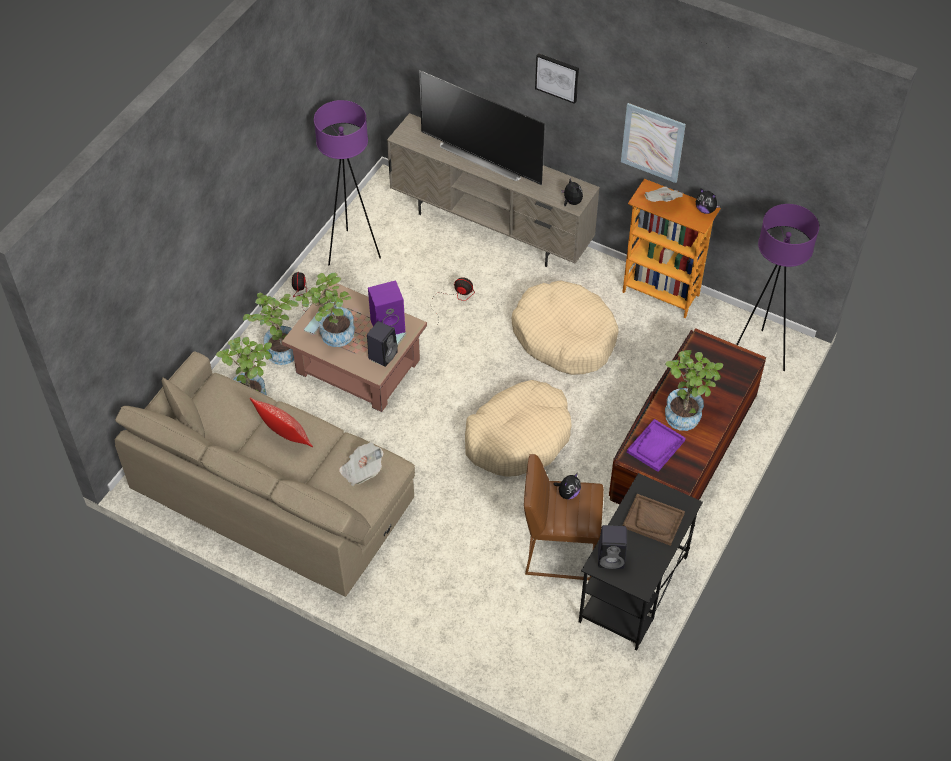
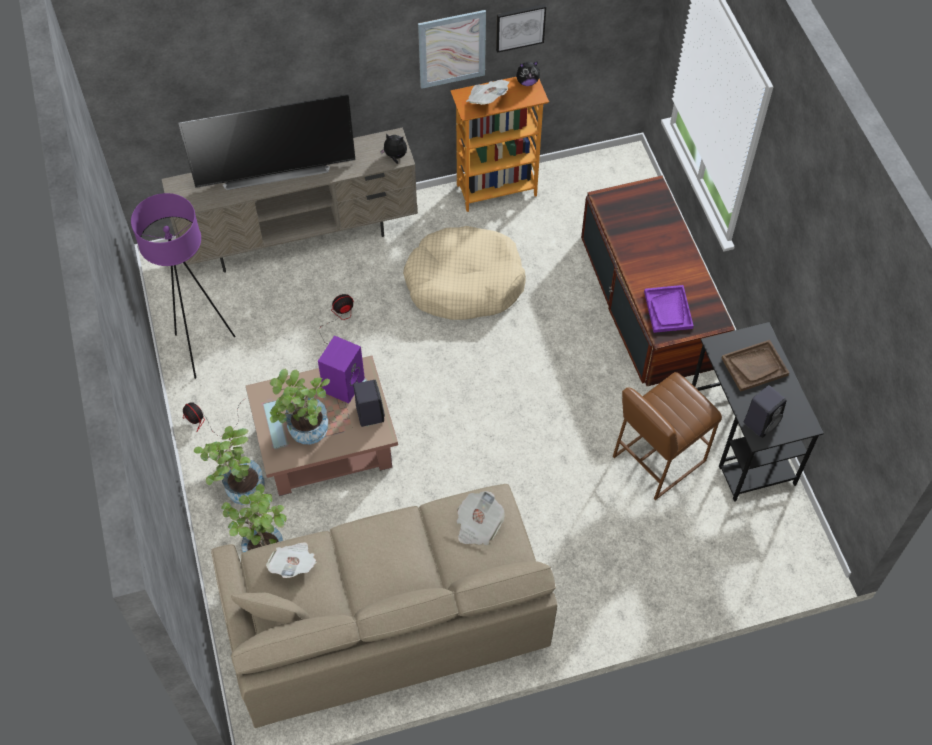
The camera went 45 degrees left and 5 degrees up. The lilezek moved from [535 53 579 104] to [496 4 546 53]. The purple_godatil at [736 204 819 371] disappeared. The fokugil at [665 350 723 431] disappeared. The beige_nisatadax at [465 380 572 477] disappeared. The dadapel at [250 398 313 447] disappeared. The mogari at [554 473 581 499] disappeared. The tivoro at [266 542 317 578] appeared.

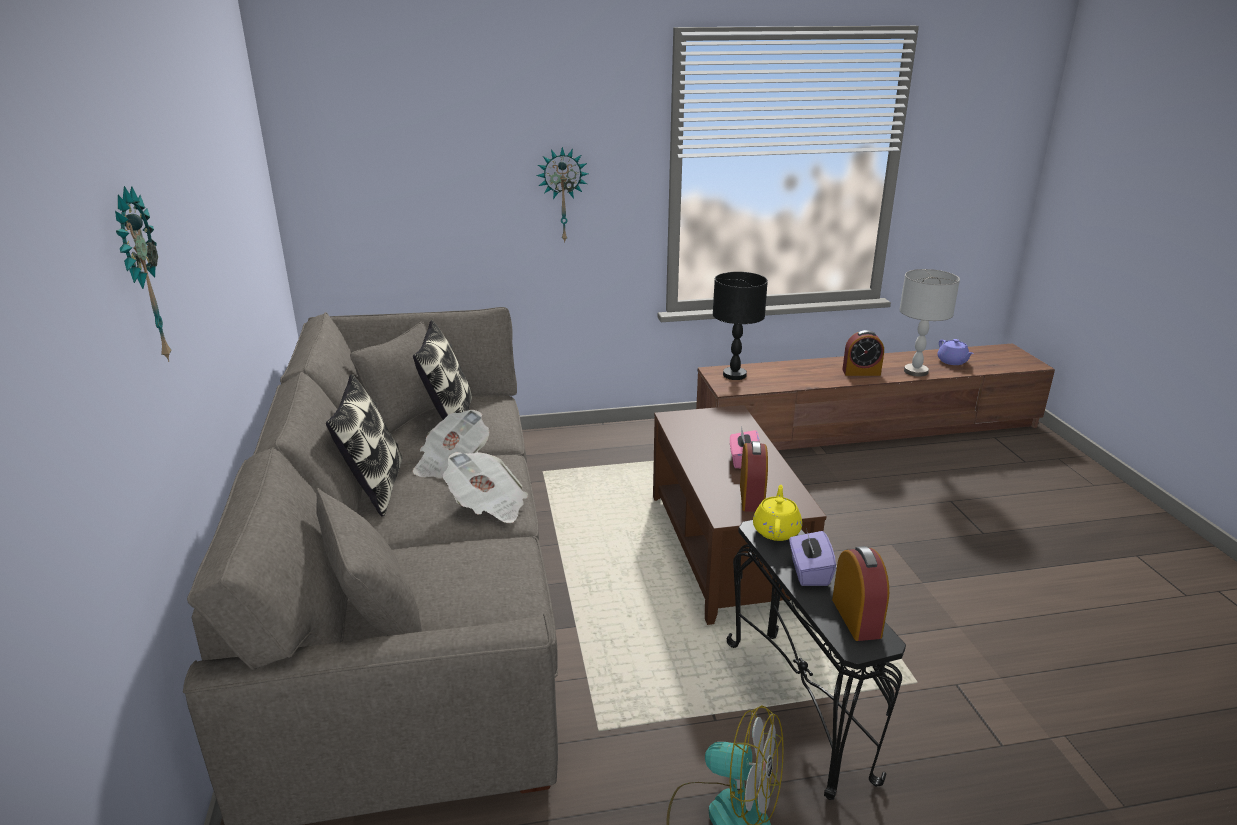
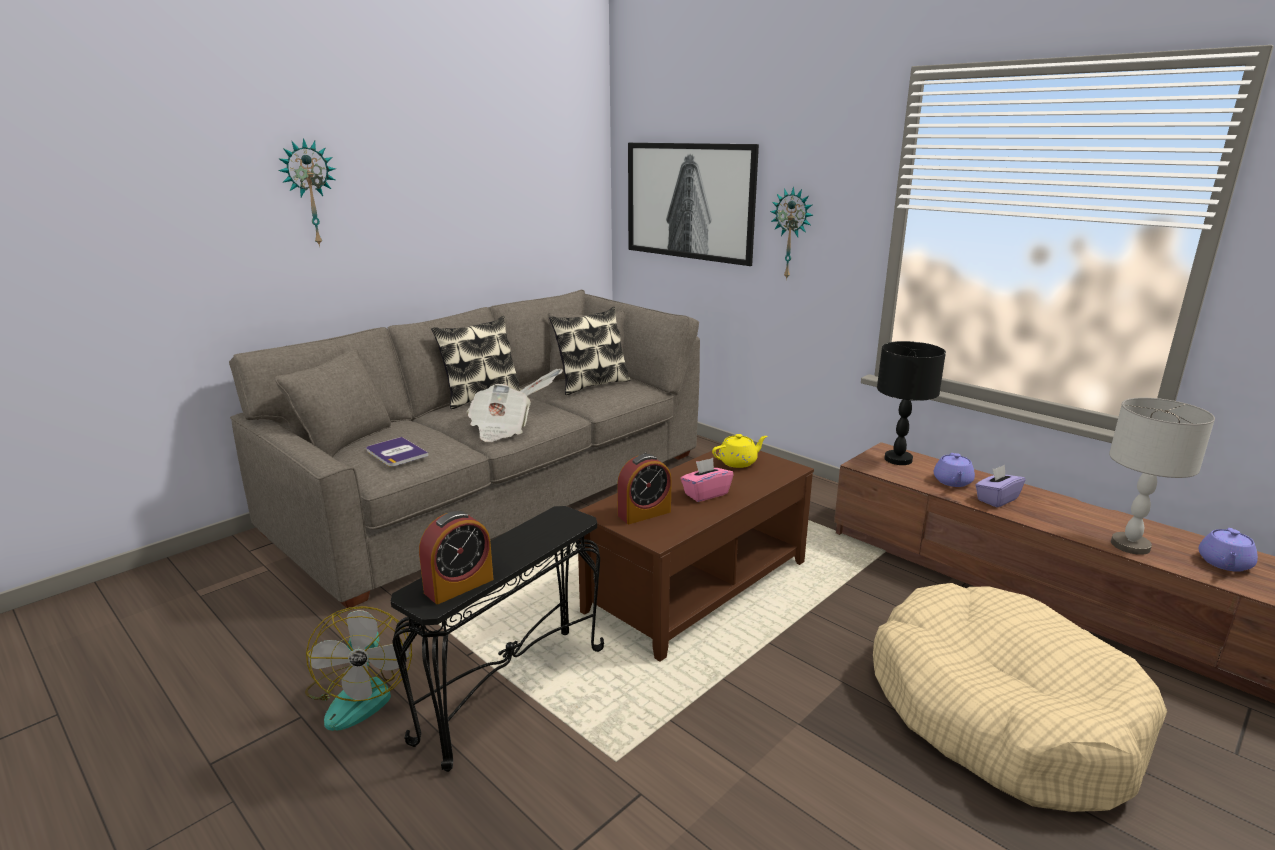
The camera went 55 degrees right and 5 degrees down. The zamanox at [842 330 884 376] disappeared. The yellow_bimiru moved from [753 485 802 541] to [712 434 767 468]. The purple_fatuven moved from [789 528 836 586] to [975 465 1025 507]. The lilezek at [628 143 759 266] appeared. The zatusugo at [366 437 429 467] appeared. The purple_bimiru at [934 453 975 487] appeared. The beige_nisatadax at [873 583 1167 812] appeared.

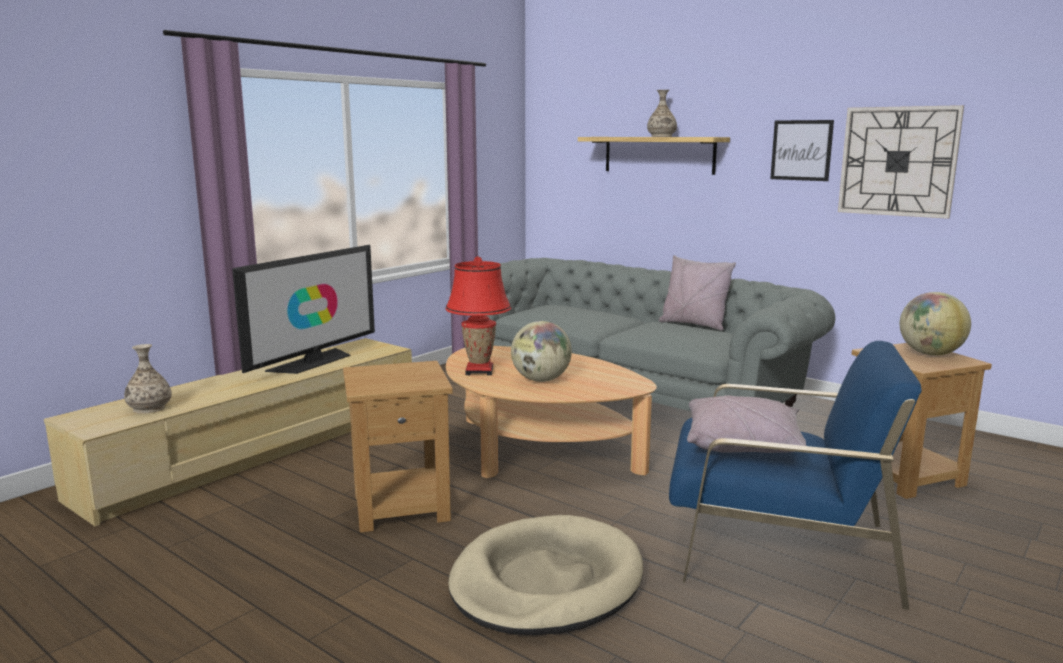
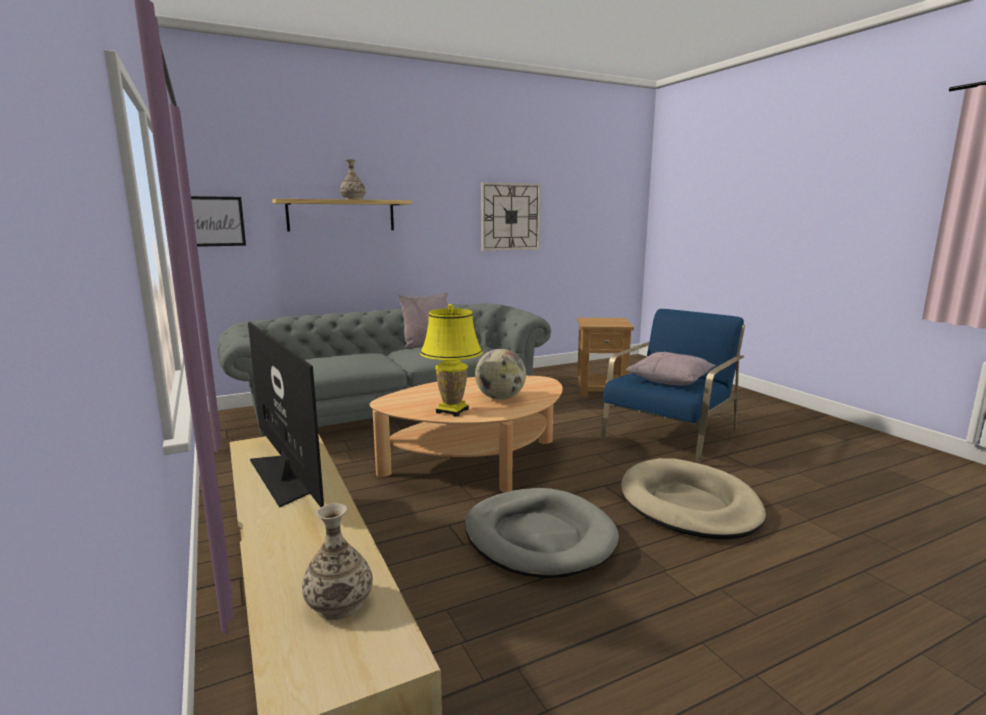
The camera went 65 degrees left and 0 degrees up. The lilezek moved from [770 120 834 181] to [191 196 246 247]. The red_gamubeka at [445 256 511 375] became the yellow_gamubeka at [420 304 482 417]. The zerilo at [900 292 971 356] disappeared. The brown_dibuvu at [343 361 453 533] was replaced by the grey_nisatadax at [465 488 619 578].

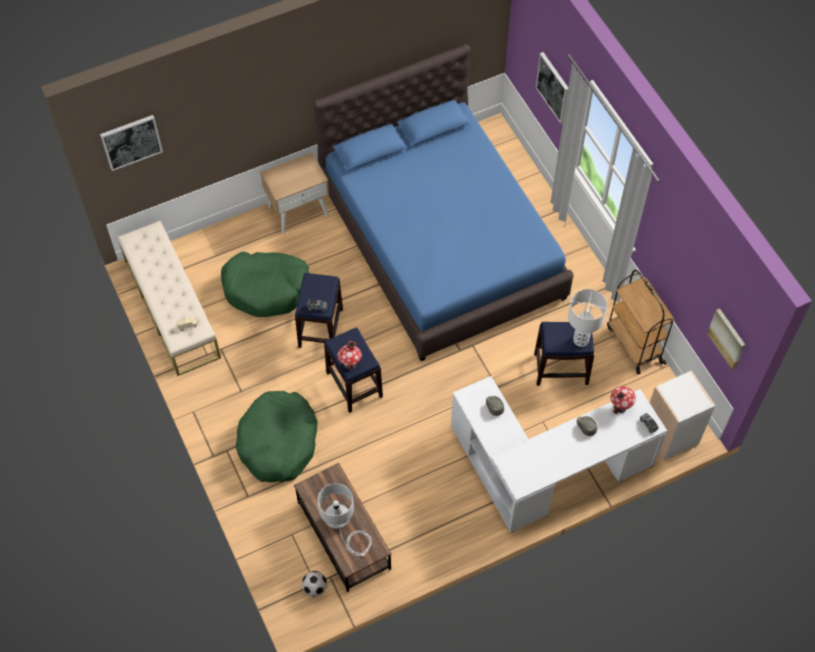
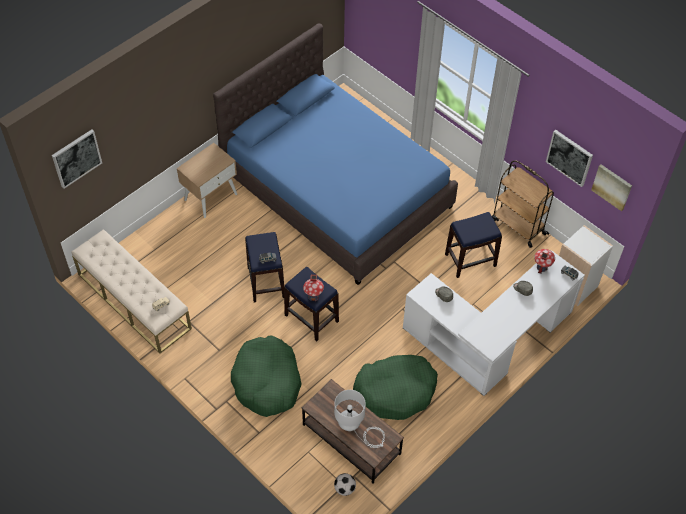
The camera went 20 degrees left and 5 degrees down. The lilezek moved from [536 52 568 124] to [546 130 593 187]. The green_nisatadax moved from [221 252 309 318] to [353 355 438 420]. The white_gamubeka at [568 289 607 347] disappeared.

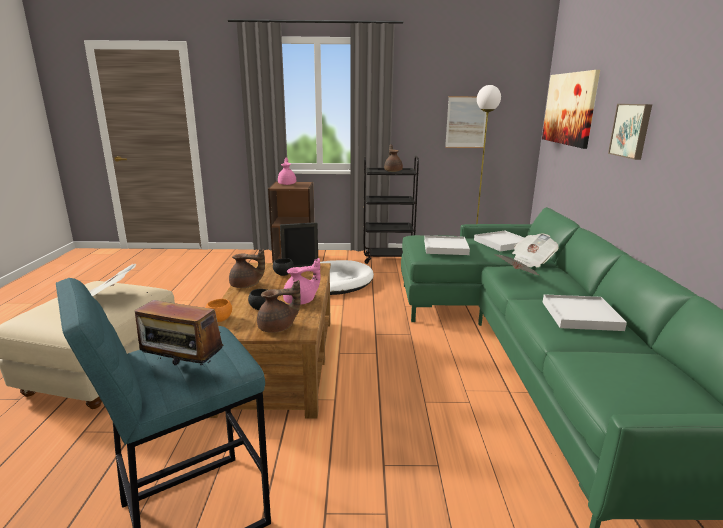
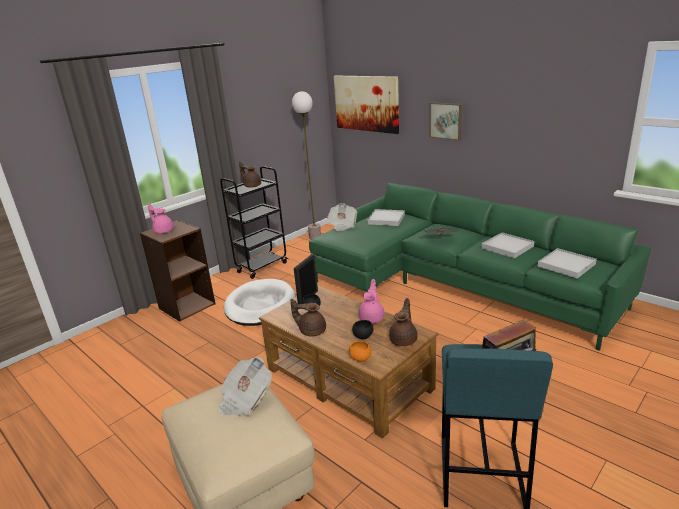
The camera went 45 degrees left and 5 degrees up. The lilezek at [445 96 487 148] disappeared. The tivoro moved from [512 234 558 267] to [327 203 357 232]. The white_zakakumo moved from [424 235 470 255] to [538 248 597 278]. The brown_bimiru at [229 249 265 288] turned 120 degrees counterclockwise.

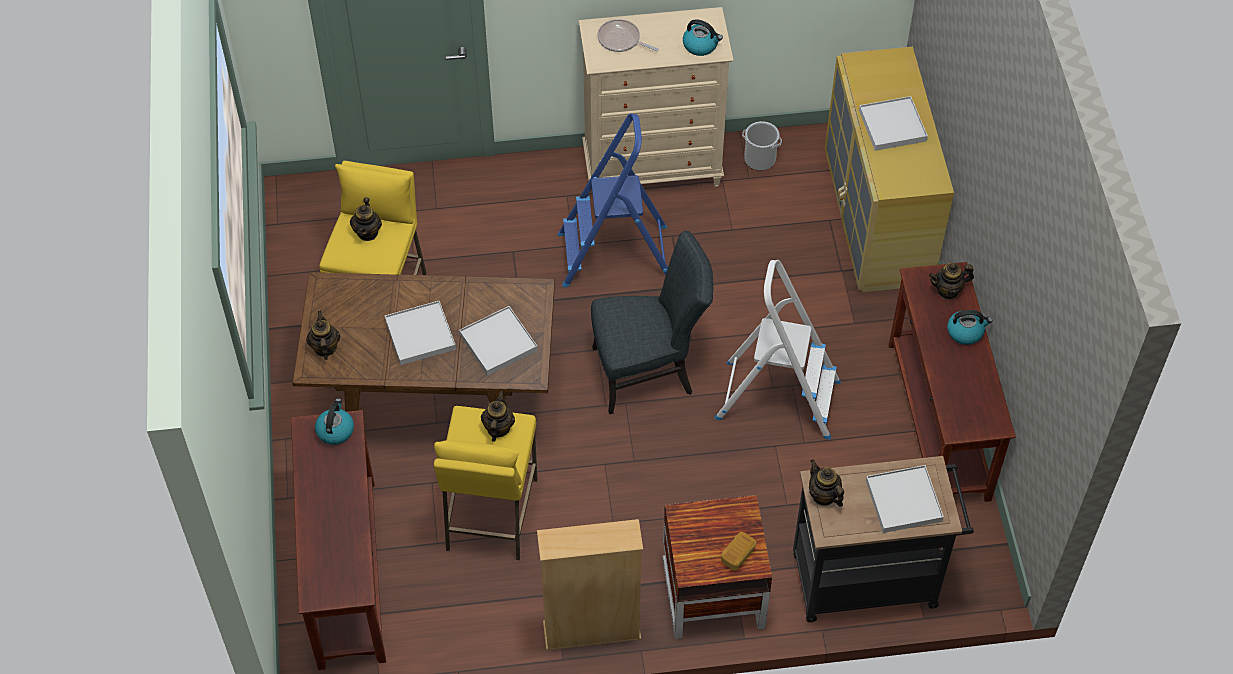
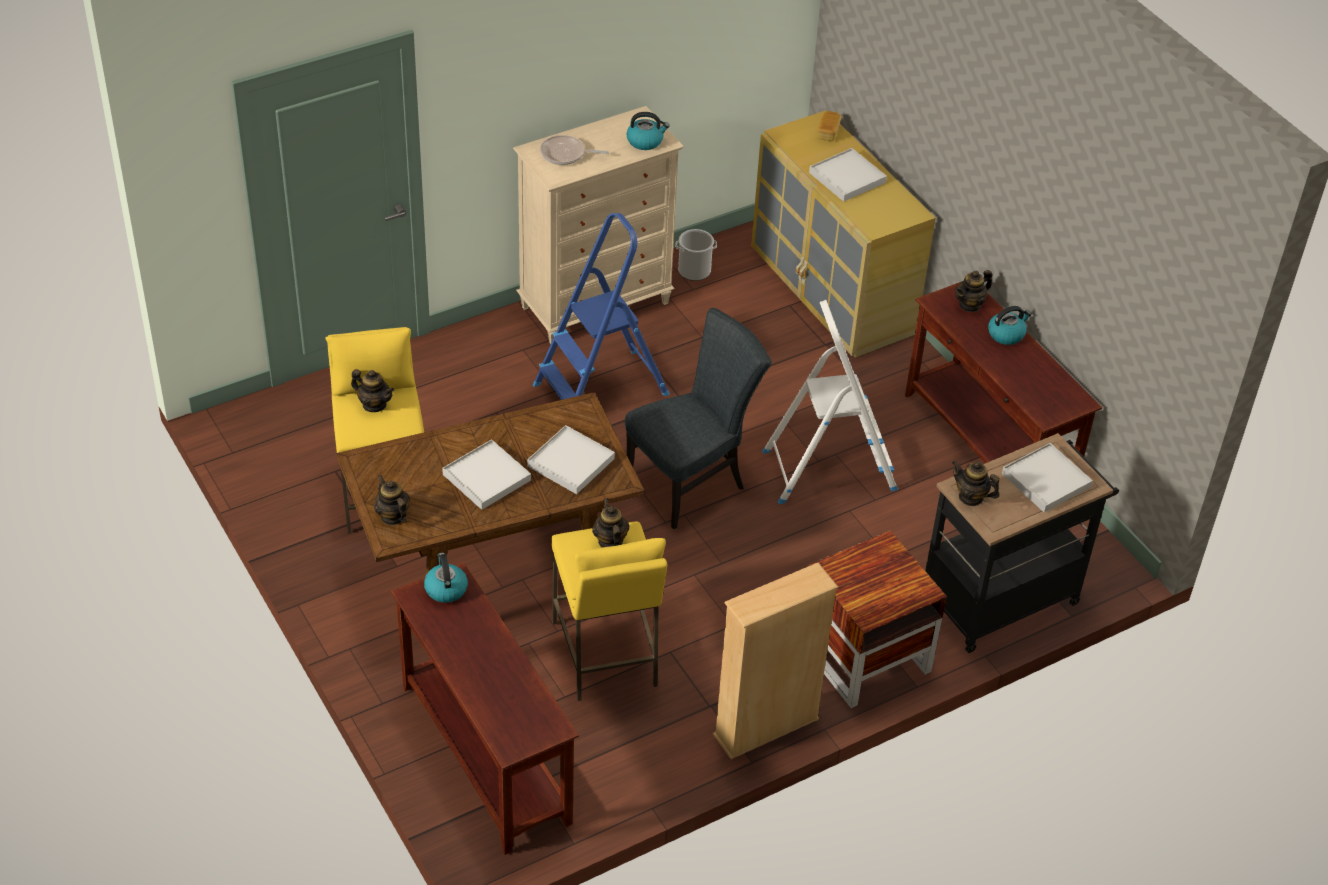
The camera went 25 degrees left and 10 degrees down. The bimiru at [350 197 382 241] turned 45 degrees counterclockwise. The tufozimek moved from [721 532 757 571] to [818 111 841 141].

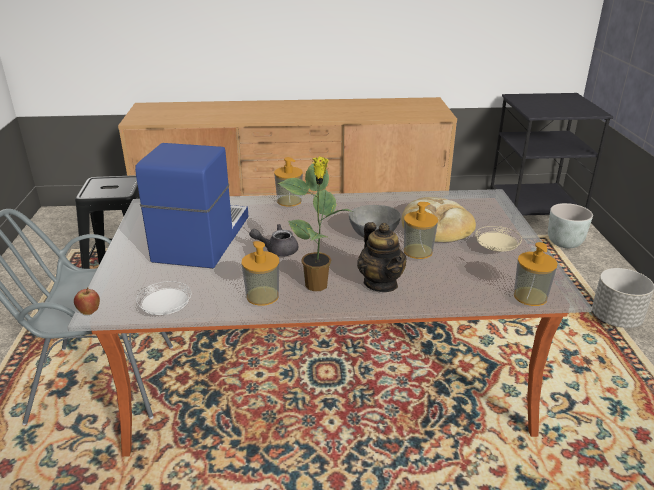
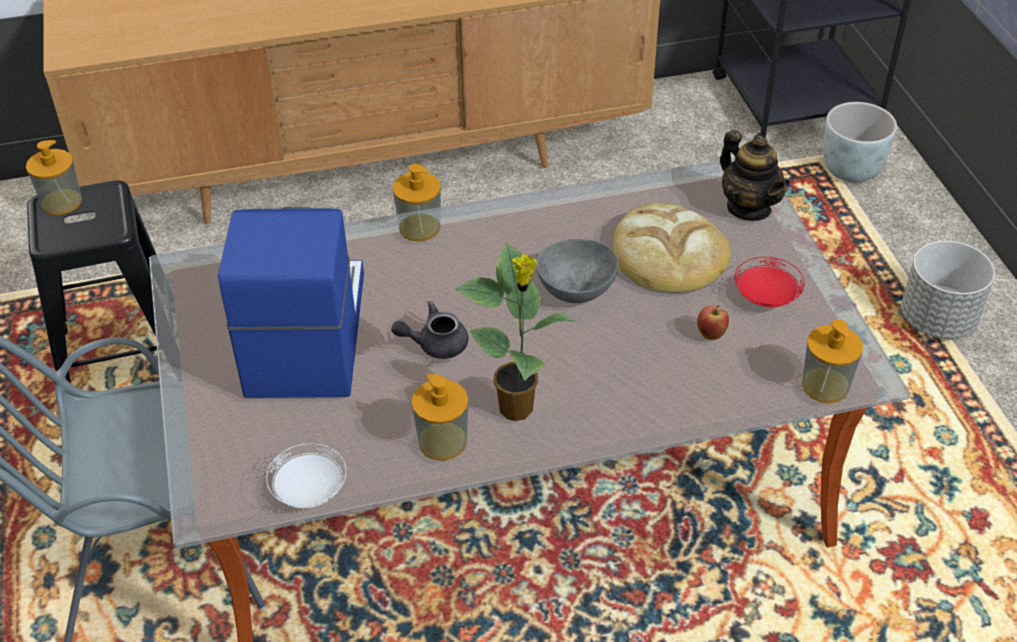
The camera went 10 degrees left and 15 degrees up. The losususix moved from [404 202 438 259] to [26 140 82 215]. The bimiru moved from [357 222 407 292] to [720 130 790 221]. The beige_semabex at [475 226 522 252] became the red_semabex at [734 257 805 307]. The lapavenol moved from [74 287 100 315] to [697 305 729 340].

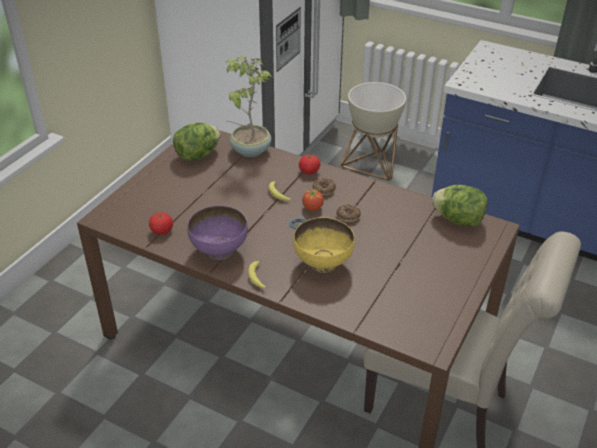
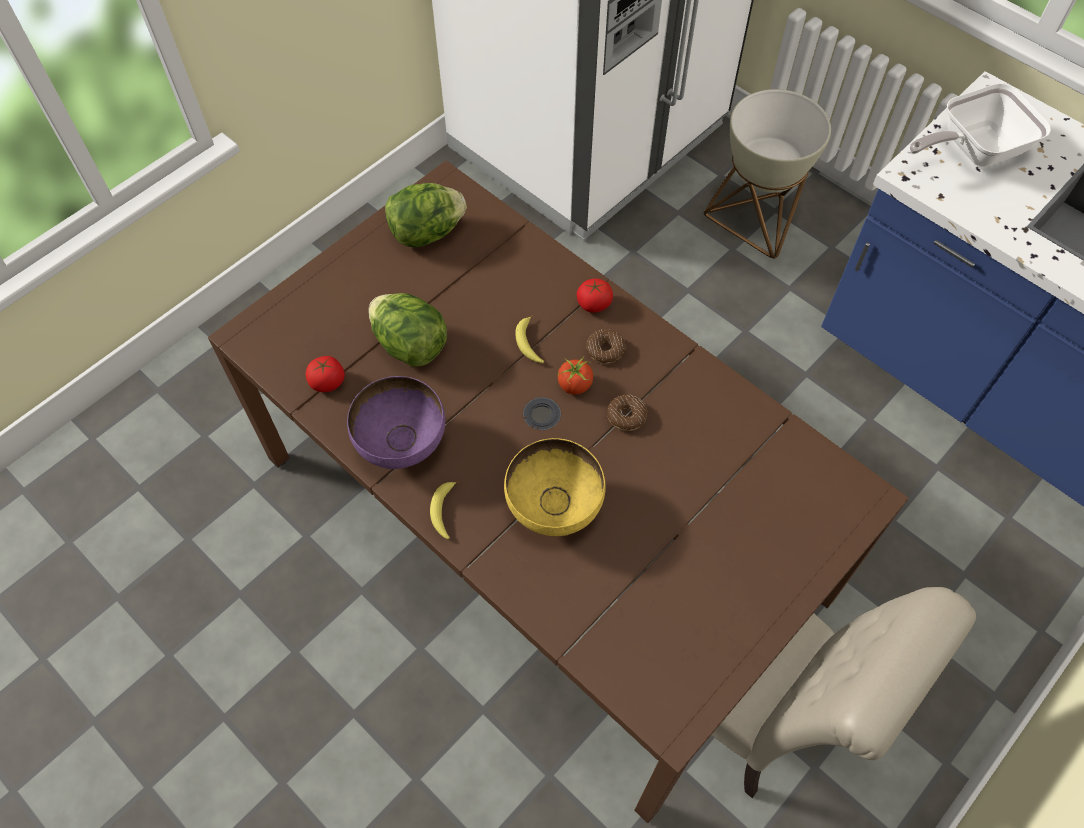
The camera went 15 degrees right and 20 degrees up. The fokugil at [225 56 272 157] disappeared. The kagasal moved from [432 185 487 227] to [369 293 447 367]. The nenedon at [910 83 1051 167] appeared.

